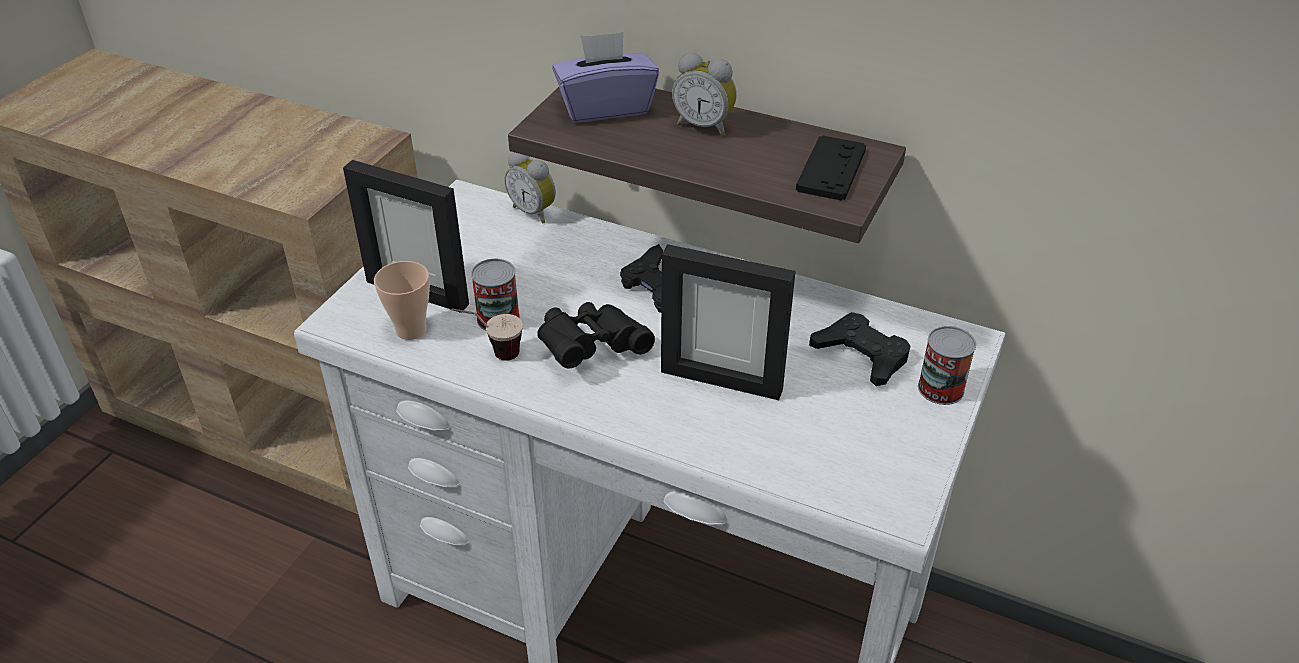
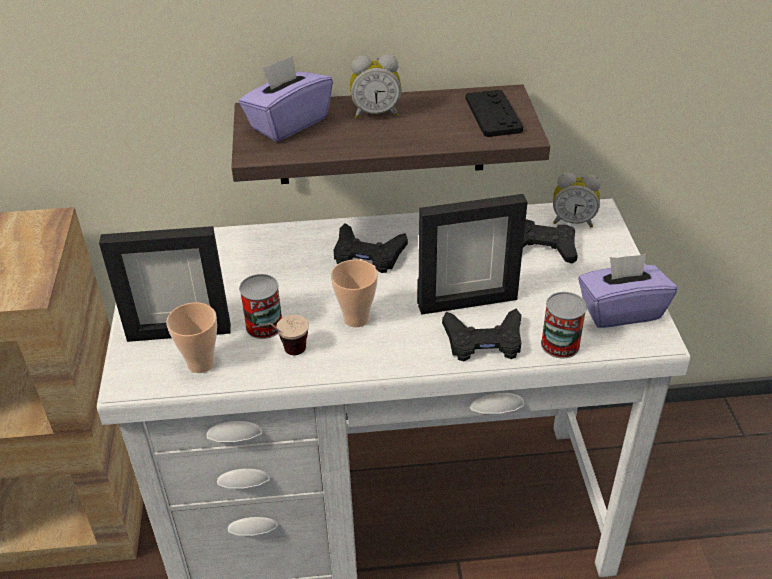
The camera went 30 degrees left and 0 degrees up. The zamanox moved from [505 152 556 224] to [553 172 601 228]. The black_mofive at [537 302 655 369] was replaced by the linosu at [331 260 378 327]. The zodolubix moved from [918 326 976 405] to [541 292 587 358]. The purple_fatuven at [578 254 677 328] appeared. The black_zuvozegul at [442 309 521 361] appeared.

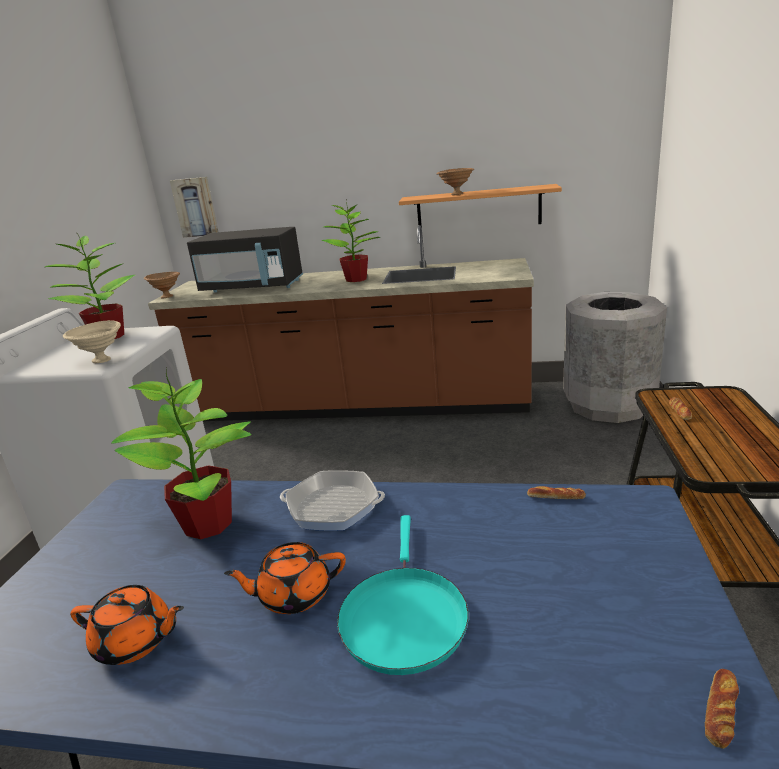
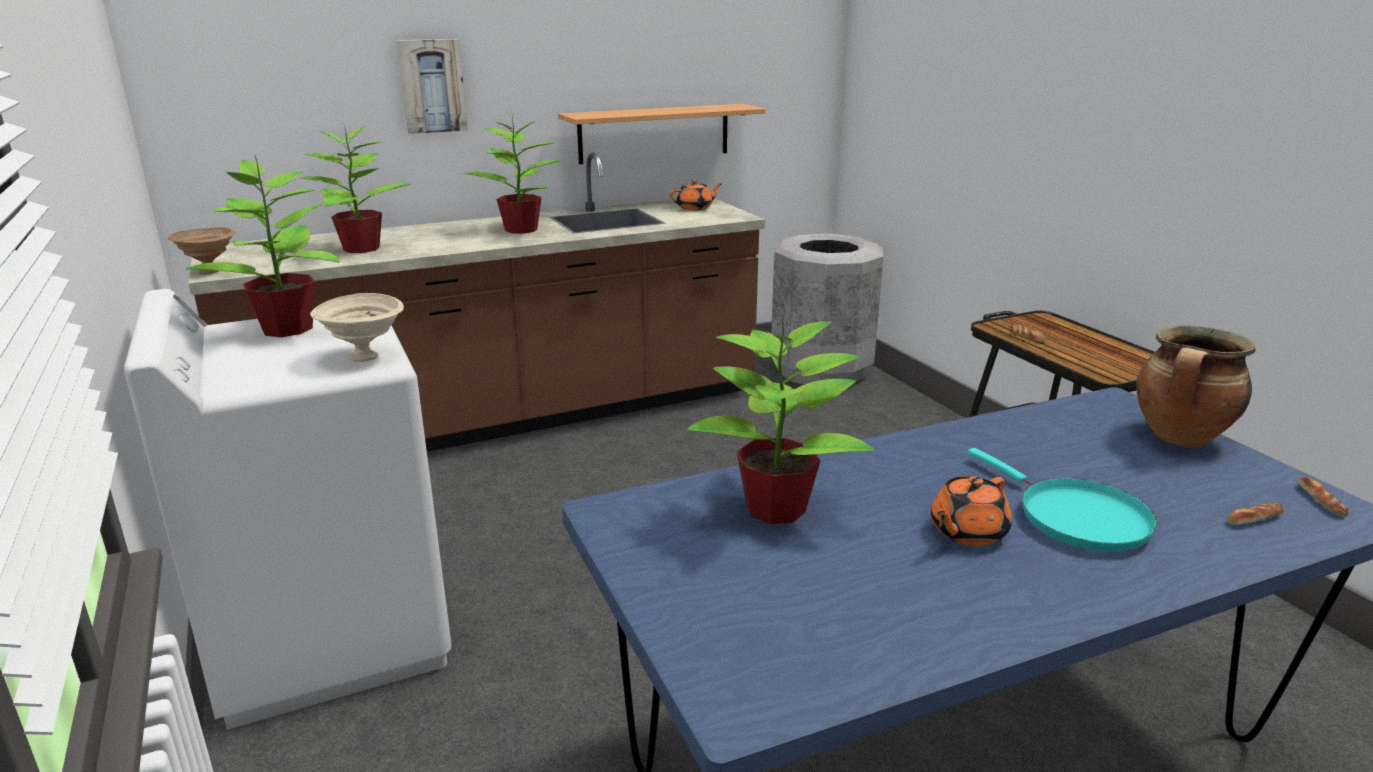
The camera went 35 degrees left and 0 degrees up. The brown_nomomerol at [437 168 474 195] disappeared. The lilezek moved from [170 177 219 238] to [397 39 468 134]. The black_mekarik at [187 227 303 293] was replaced by the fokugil at [300 125 411 253]. The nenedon at [280 470 385 531] disappeared. The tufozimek moved from [527 486 586 499] to [1227 502 1284 525]. The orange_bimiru moved from [70 585 184 665] to [669 180 721 210]. The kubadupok at [1136 326 1256 447] appeared.

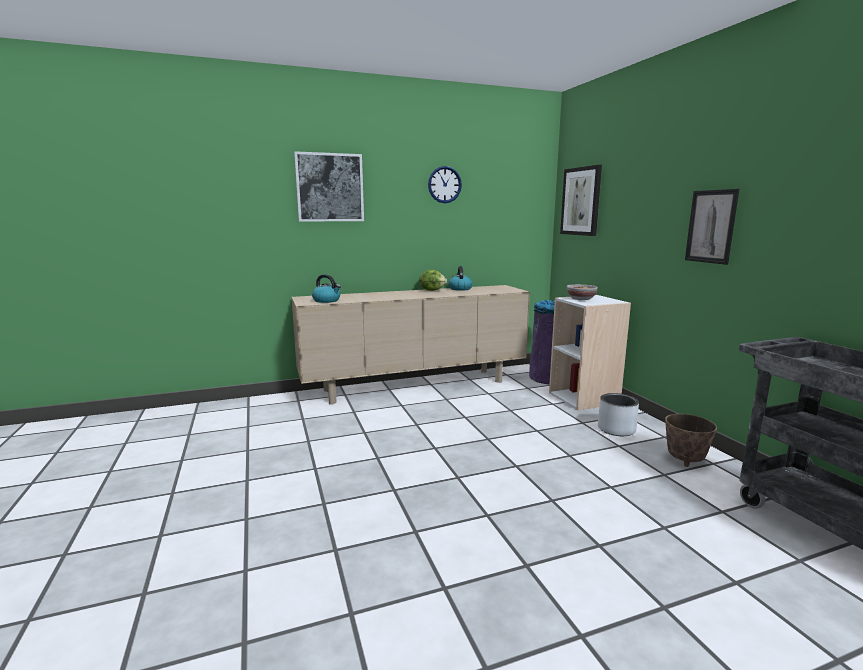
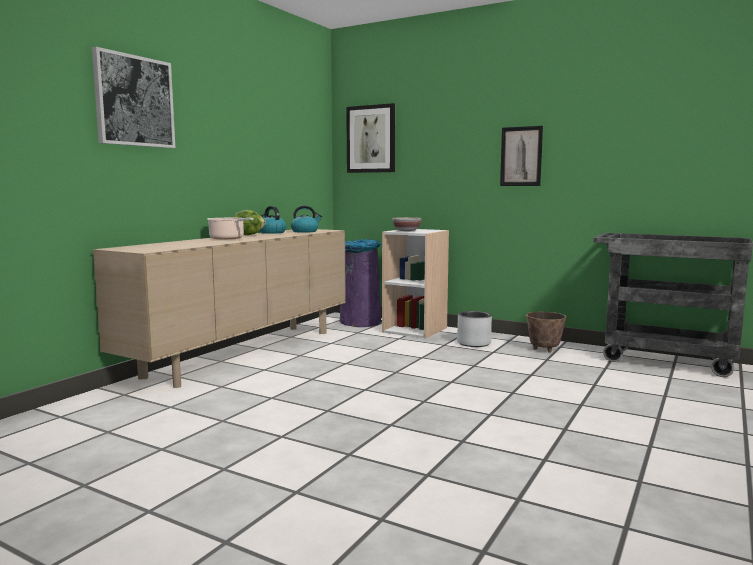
The camera went 40 degrees left and 5 degrees down. The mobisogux at [428 166 462 203] disappeared. The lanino moved from [312 274 341 303] to [291 205 322 233]. The kubadupok at [207 218 254 239] appeared.

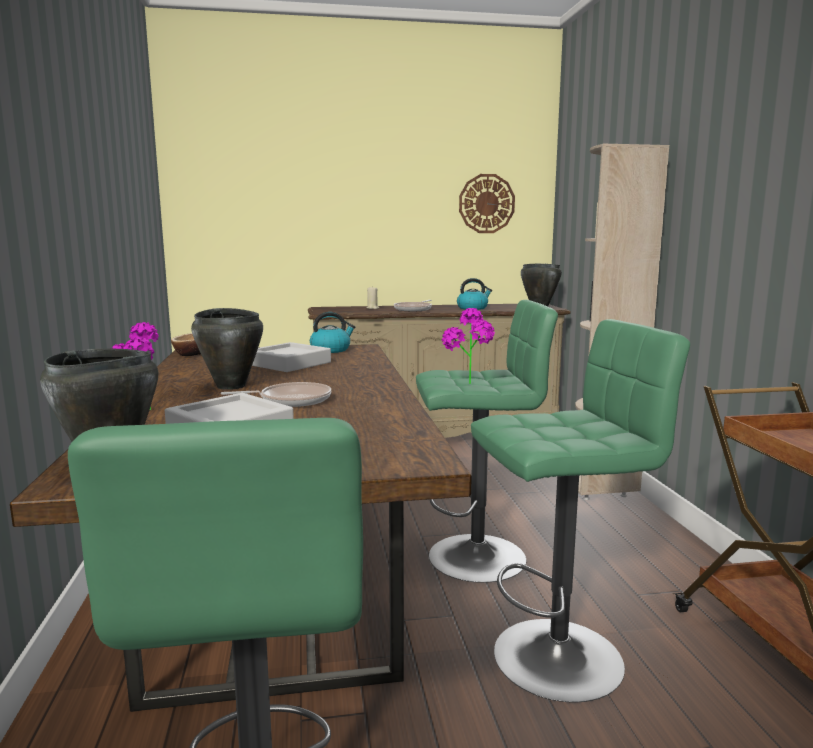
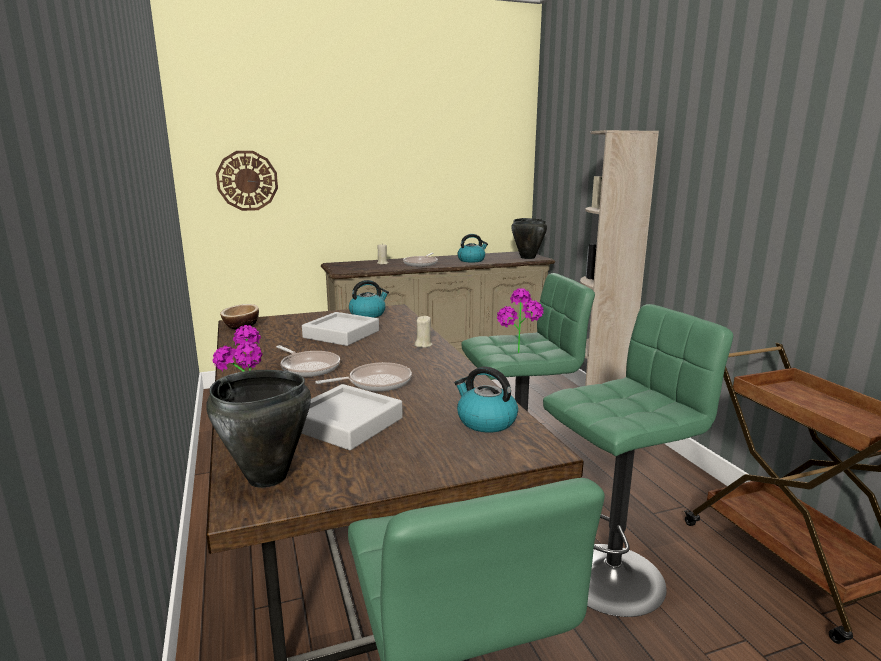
The camera went 10 degrees left and 5 degrees up. The mobisogux moved from [459 174 515 233] to [216 151 278 211]. The black_kubadupok at [191 308 263 390] was replaced by the nenedon at [276 345 340 377]. The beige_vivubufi at [414 315 433 348] appeared. The lanino at [454 367 518 433] appeared.

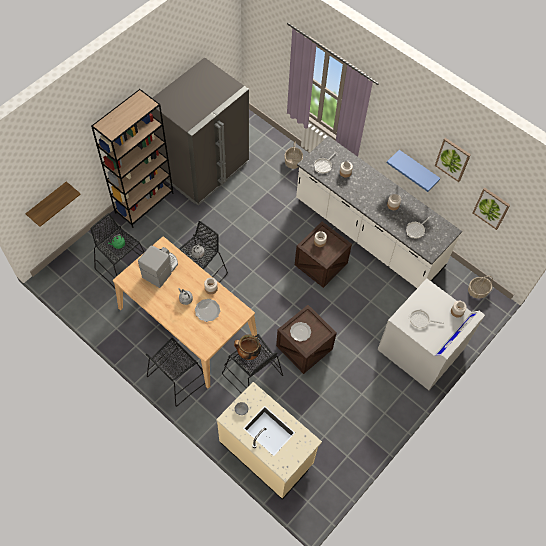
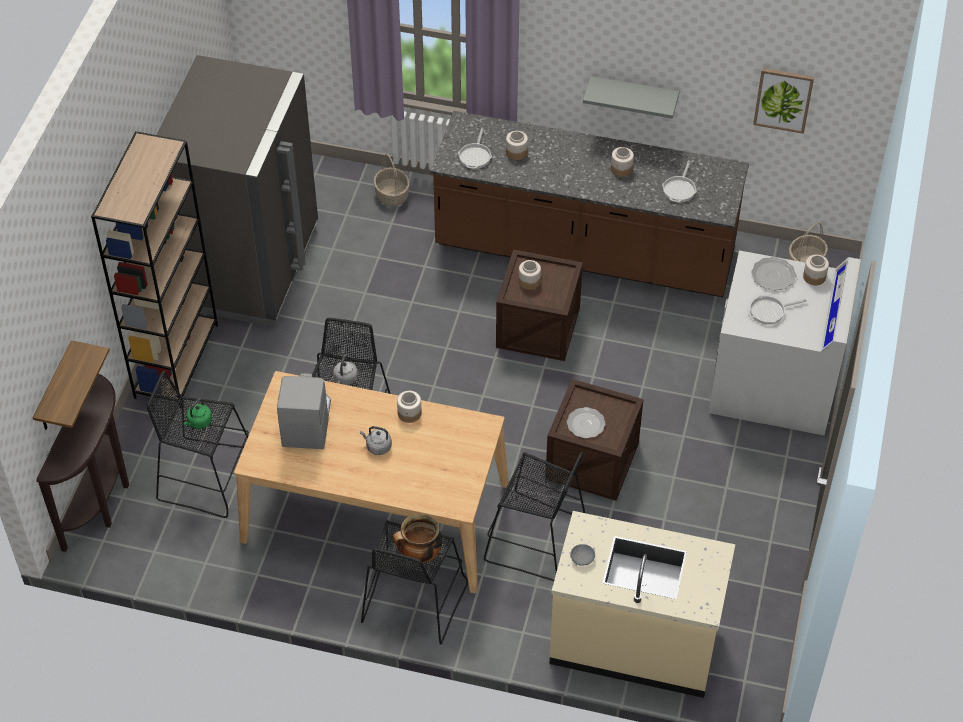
The camera went 25 degrees left and 10 degrees down. The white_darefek at [296 136 462 288] became the brown_darefek at [431 111 749 297]. The lilezek at [435 138 471 182] disappeared. The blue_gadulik at [387 150 440 192] became the grey_gadulik at [583 76 679 119]. The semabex moved from [195 299 220 322] to [751 257 796 291]. The kubadupok moved from [234 334 261 360] to [393 514 443 563]. The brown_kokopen at [36 374 129 552] appeared.

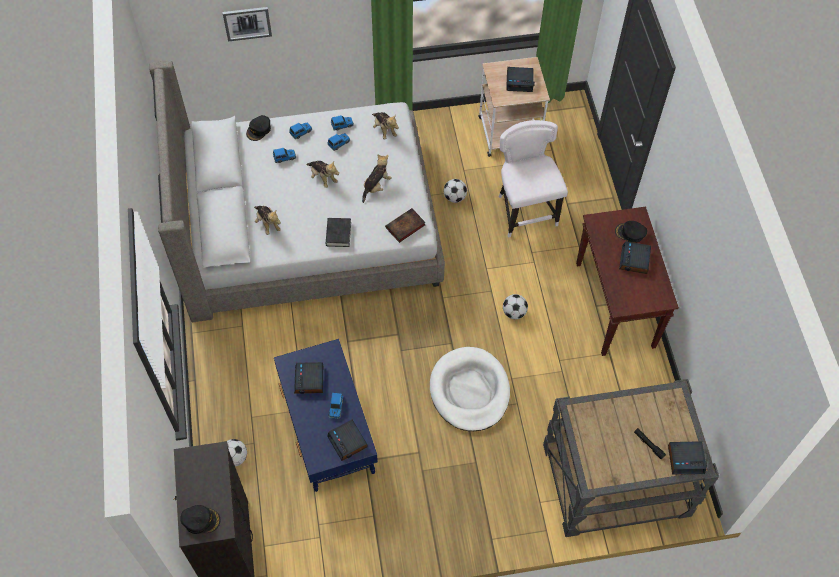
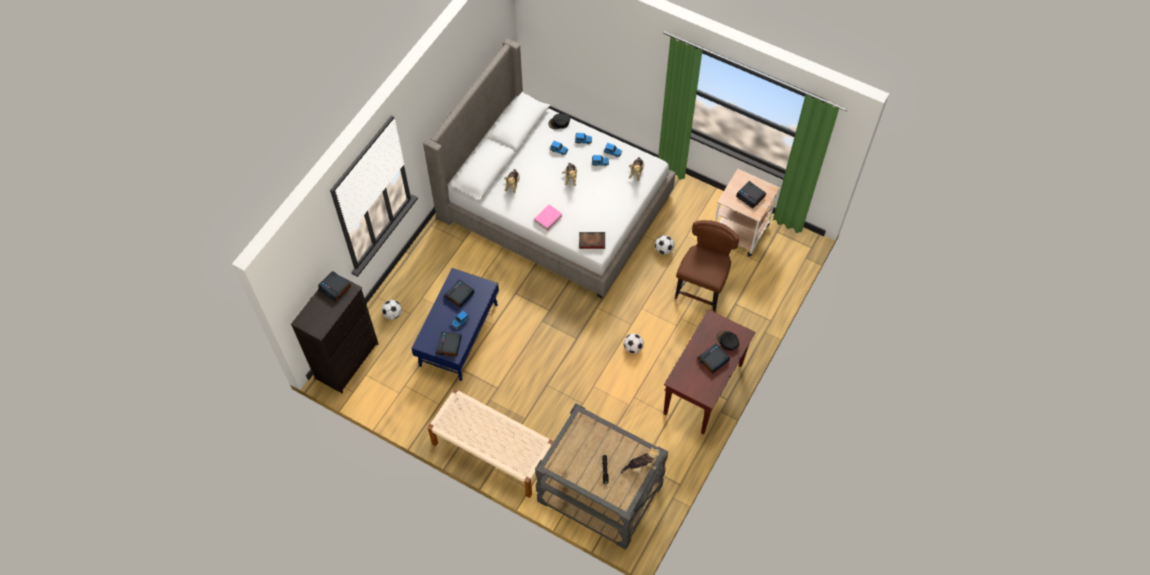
The camera went 40 degrees right and 0 degrees up. The lilezek at [223 7 272 41] disappeared. The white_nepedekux at [498 120 568 237] became the brown_nepedekux at [675 220 739 313]. The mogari moved from [362 155 391 203] to [621 447 660 475]. The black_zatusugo at [326 218 351 247] became the pink_zatusugo at [534 205 562 231]. The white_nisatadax at [430 347 510 431] disappeared. The zamanox moved from [668 441 707 475] to [318 271 351 302]. The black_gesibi at [180 505 220 534] disappeared. The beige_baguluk at [428 388 554 498] appeared.

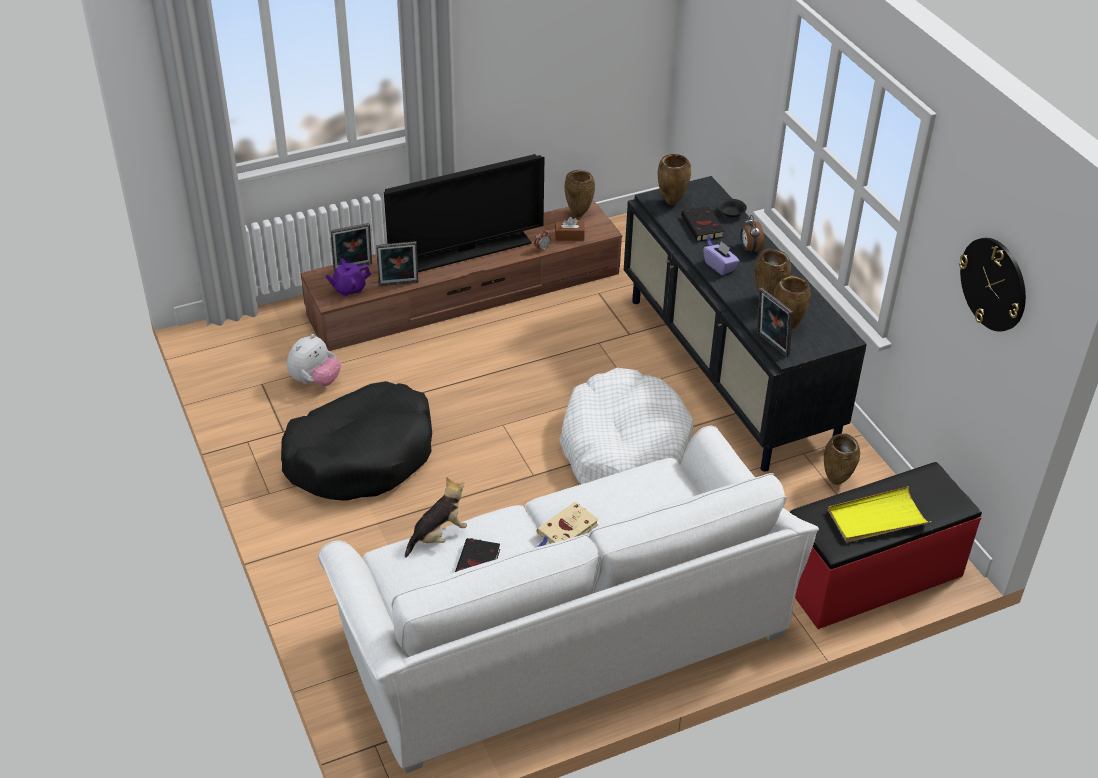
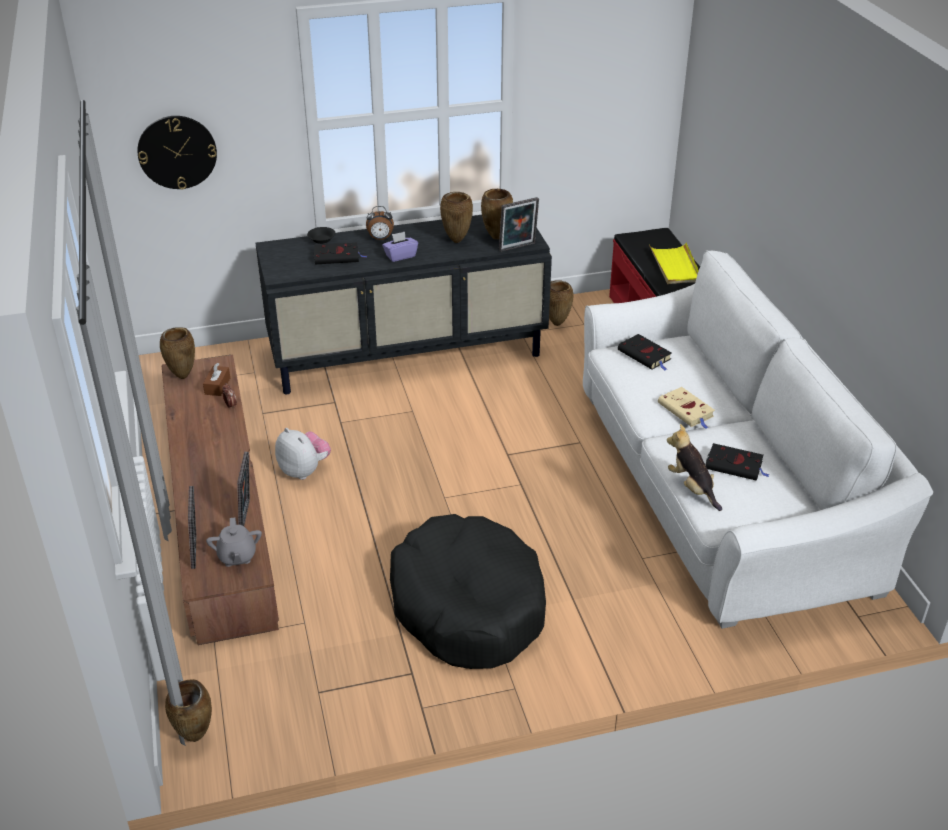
The camera went 80 degrees left and 5 degrees down. The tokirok at [384 154 544 272] disappeared. The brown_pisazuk moved from [658 154 691 205] to [165 679 212 742]. The mobisogux moved from [959 238 1026 332] to [137 116 217 190]. The purple_bimiru at [325 258 371 296] became the grey_bimiru at [206 518 262 567]. The mogari moved from [287 334 341 386] to [275 428 331 480]. The white_nisatadax at [559 368 694 484] disappeared. The black_zatusugo at [618 334 672 370] appeared.

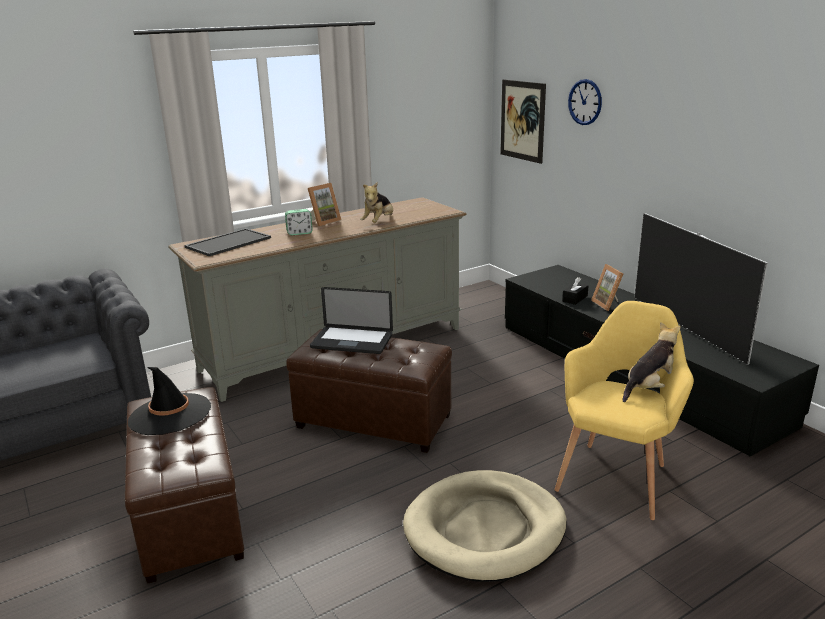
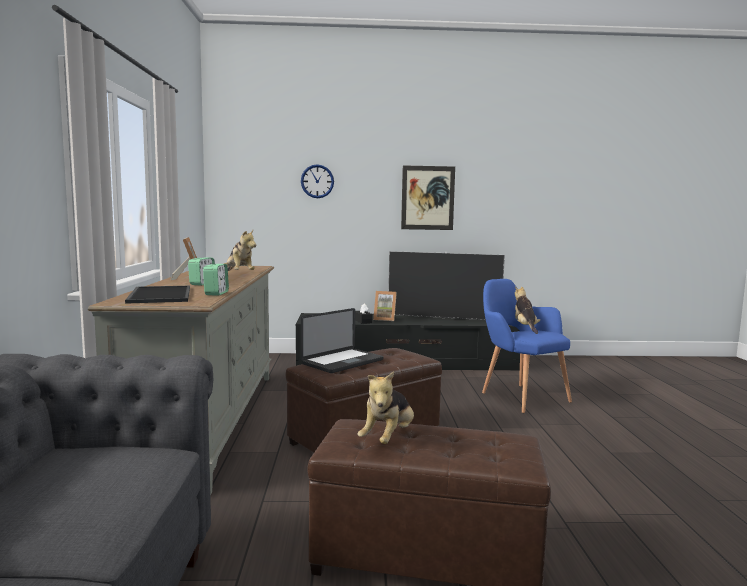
The camera went 60 degrees left and 15 degrees down. The lilezek moved from [500 79 546 164] to [401 165 455 230]. The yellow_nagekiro at [555 301 694 520] became the blue_nagekiro at [482 279 572 413]. The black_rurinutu at [128 367 211 435] was replaced by the mogari at [357 372 414 444]. The beige_nisatadax at [403 470 567 582] disappeared. The zamanox at [203 264 229 296] appeared.

